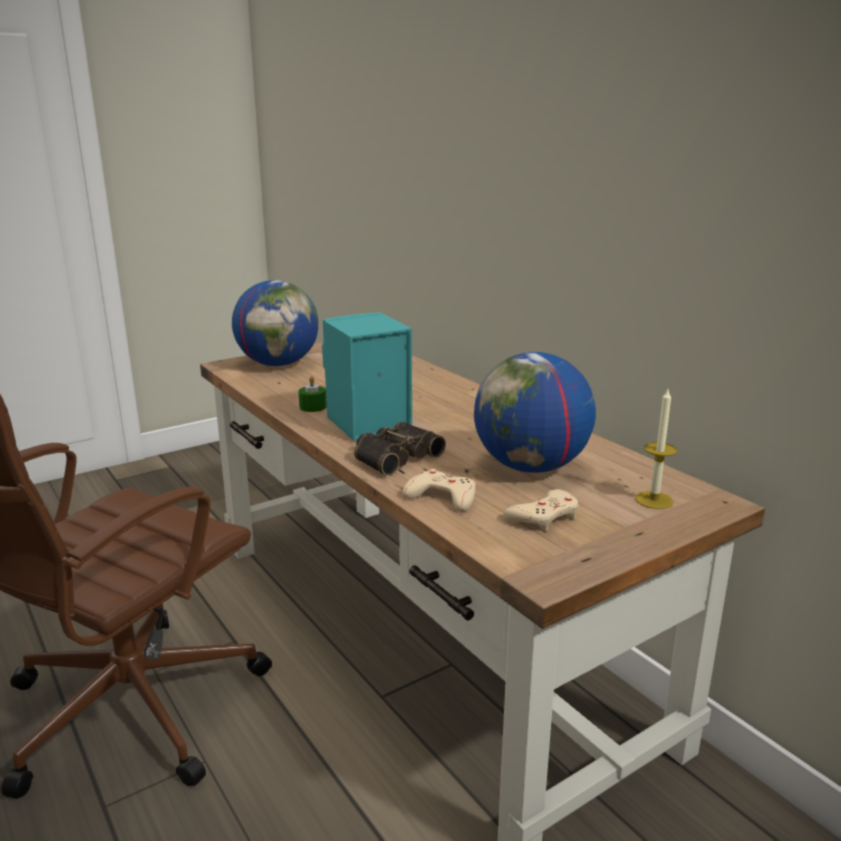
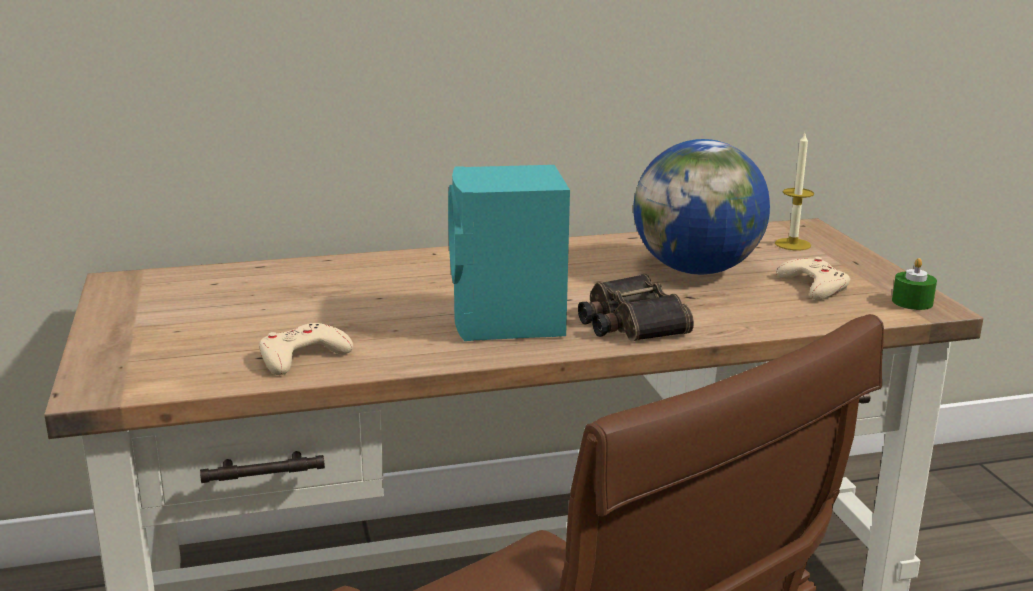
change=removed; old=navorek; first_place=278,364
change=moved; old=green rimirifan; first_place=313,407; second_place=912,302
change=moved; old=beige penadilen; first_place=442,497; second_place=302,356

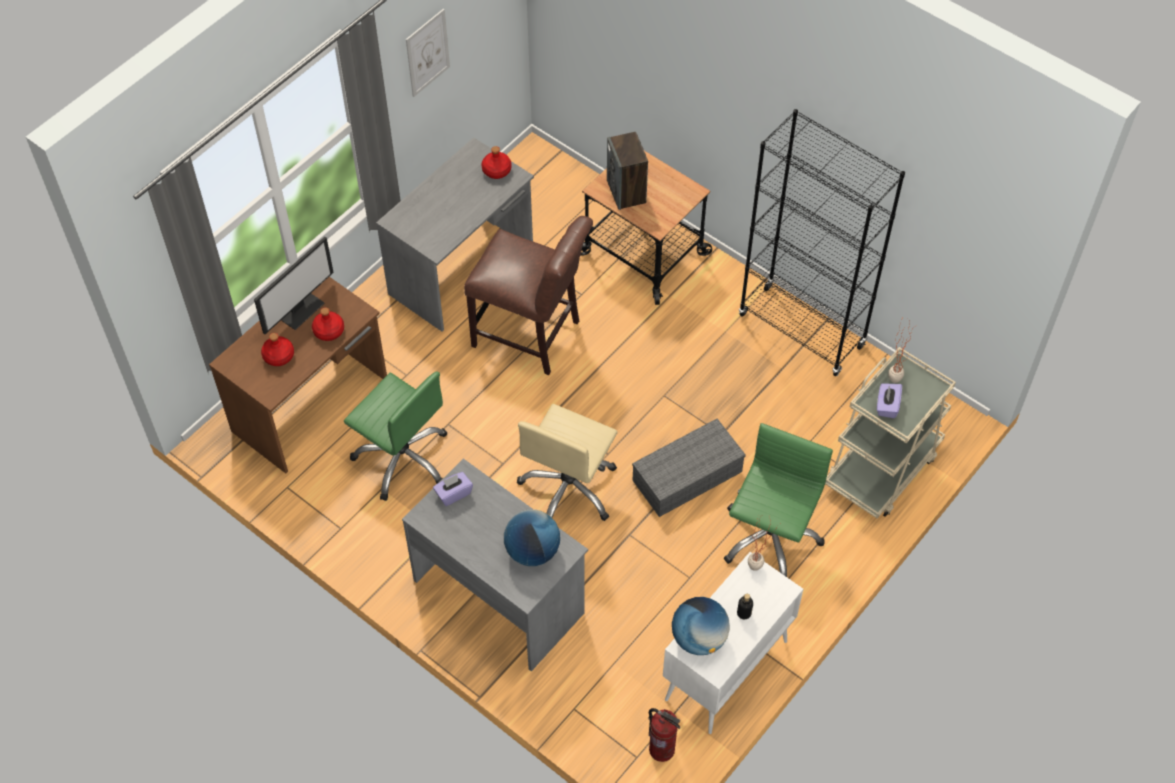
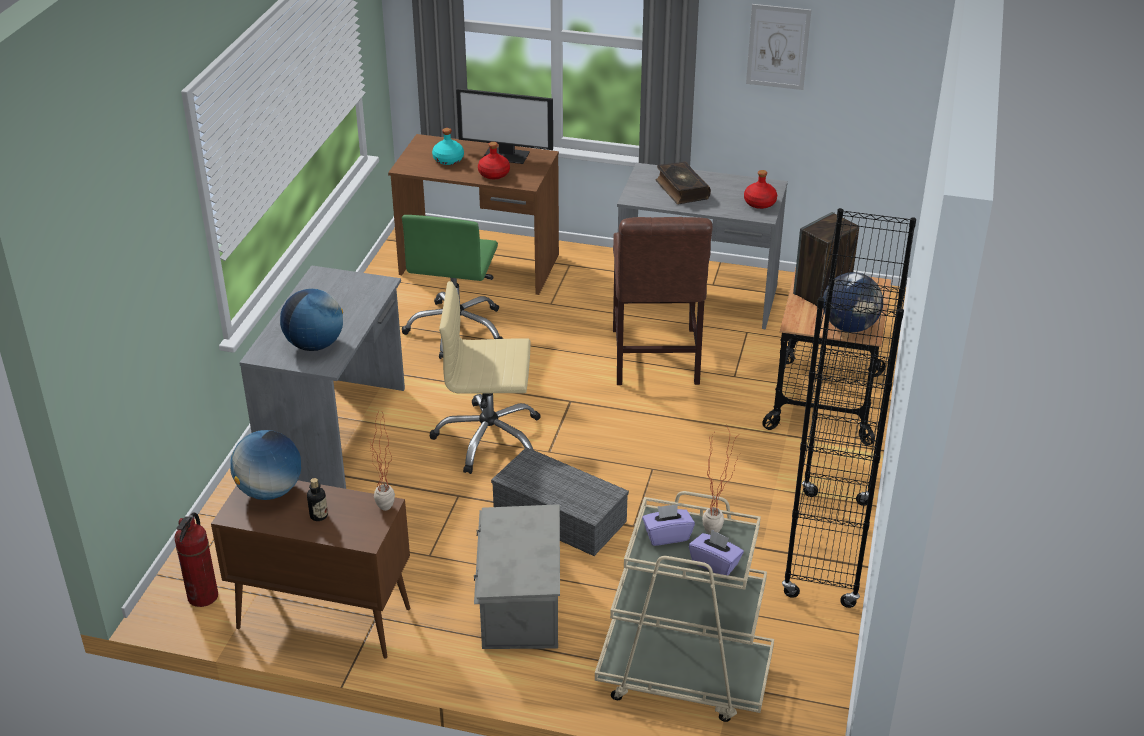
change=recoloured; old=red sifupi; new=turquoise sifupi; first_place=279,356; second_place=448,160
change=replaced; old=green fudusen; new=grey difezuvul; first_place=769,538; second_place=519,604
change=moved; old=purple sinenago; first_place=453,494; second_place=715,564
change=recoloured; old=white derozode; new=brown derozode; first_place=725,671; second_place=322,618
change=added; new=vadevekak; second_place=681,190
change=added; new=navorek; second_place=849,327

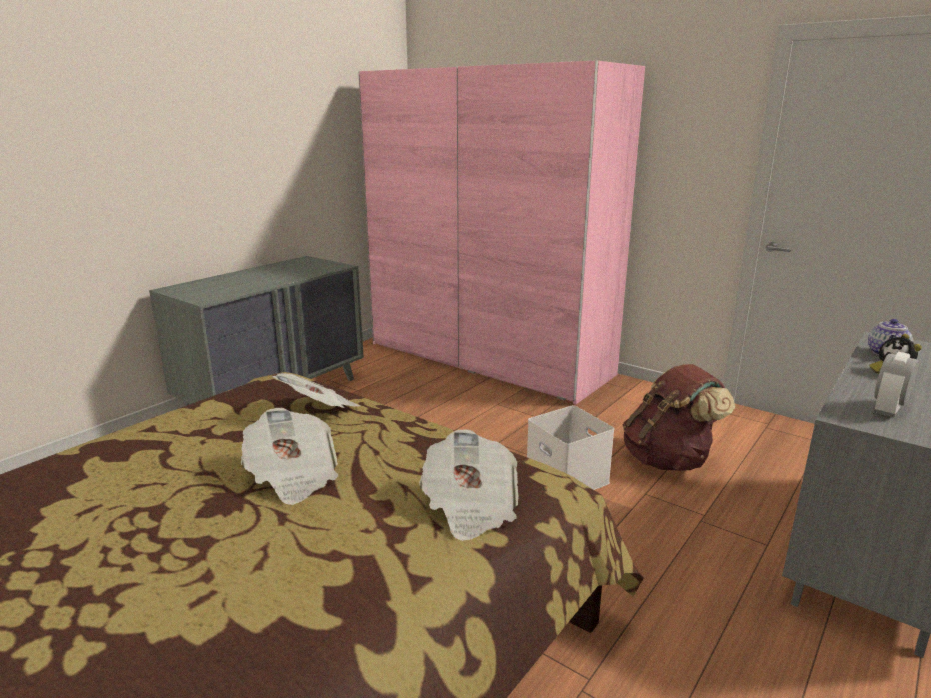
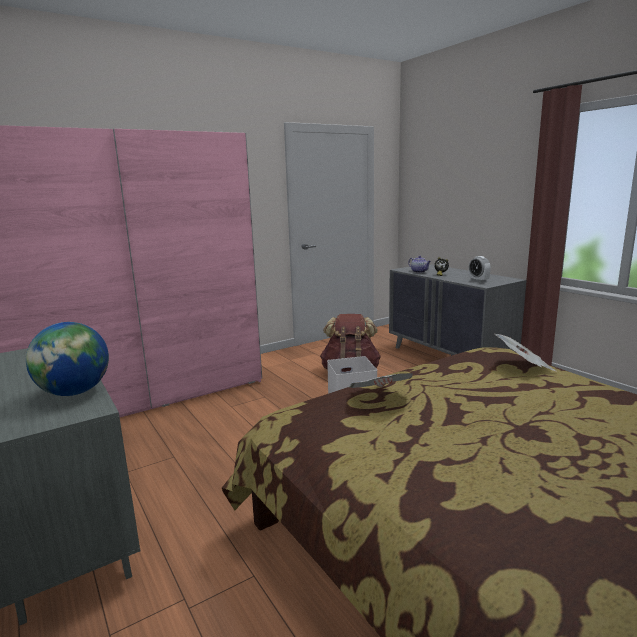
change=removed; old=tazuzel; first_place=292,477
change=added; new=navorek; second_place=75,392

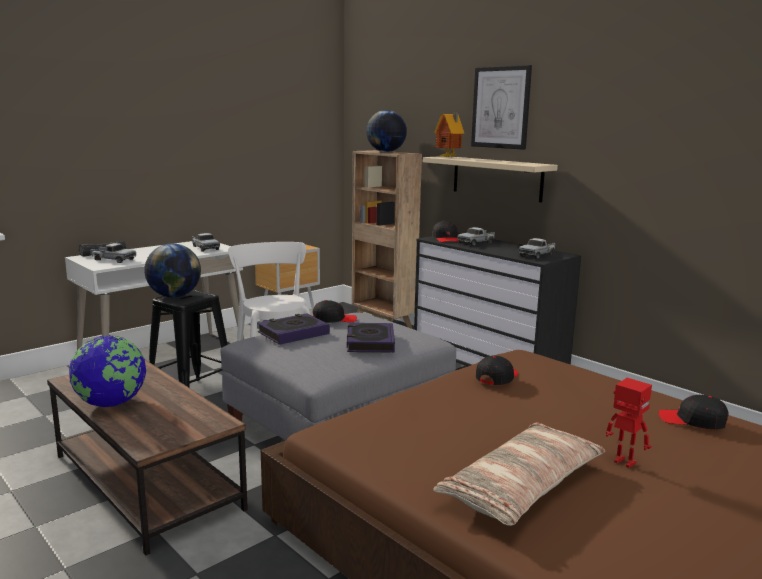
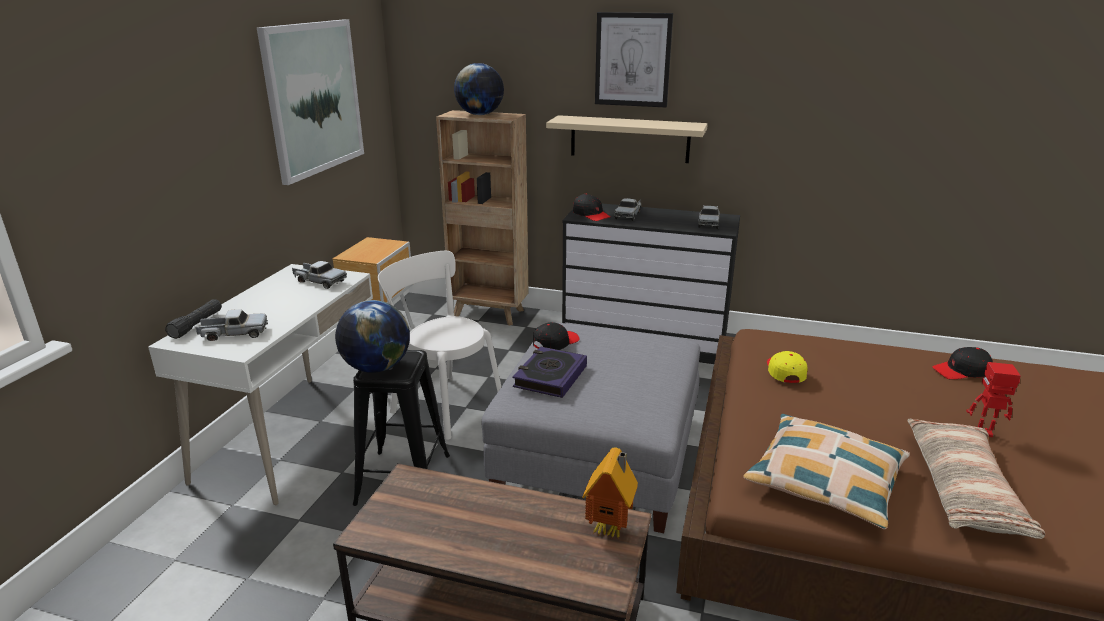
change=moved; old=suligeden; first_place=449,157; second_place=611,528
change=removed; old=vadevekak; first_place=370,342
change=removed; old=navorek; first_place=111,404
change=recoloured; old=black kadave; new=yellow kadave; first_place=497,377; second_place=784,371
change=added; new=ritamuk; second_place=314,98
change=added; new=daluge; second_place=825,480

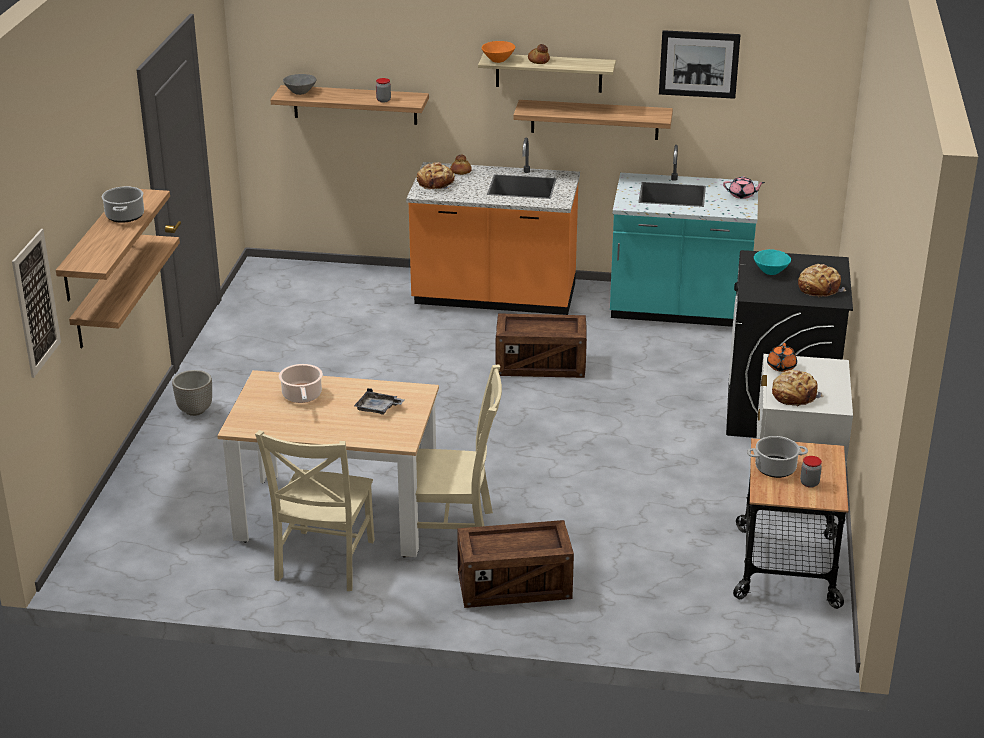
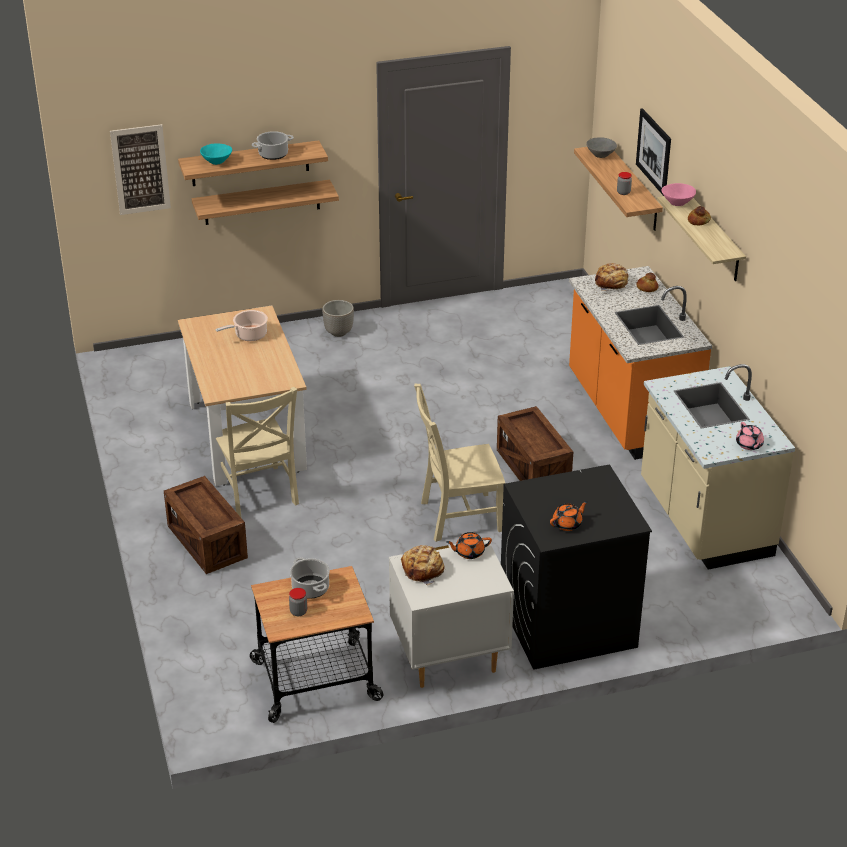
change=moved; old=ritamuk; first_place=699,64; second_place=654,151
change=recoloured; old=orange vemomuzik; new=pink vemomuzik; first_place=497,60; second_place=677,203
change=removed; old=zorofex; first_place=594,119
change=recoloured; old=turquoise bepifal; new=beige bepifal; first_place=679,310; second_place=703,520
change=moved; old=turquoise vemomuzik; first_place=771,271; second_place=217,162
change=replaced; old=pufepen; new=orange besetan; first_place=819,288; second_place=567,524
change=removed; old=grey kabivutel; first_place=378,408
change=moved; old=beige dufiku; first_place=323,563; second_place=457,517

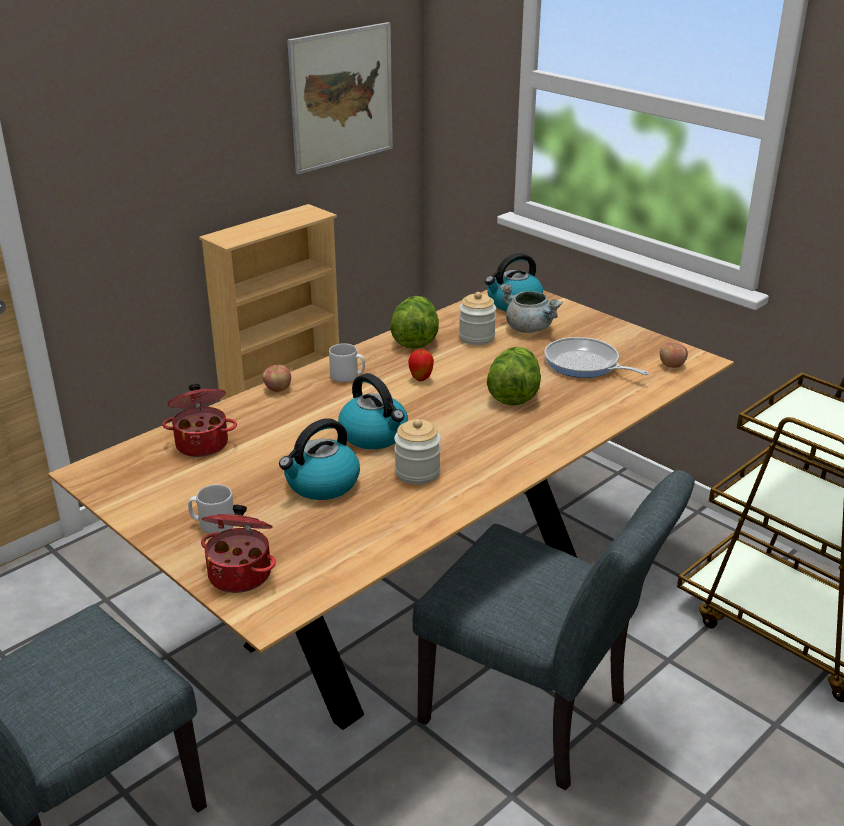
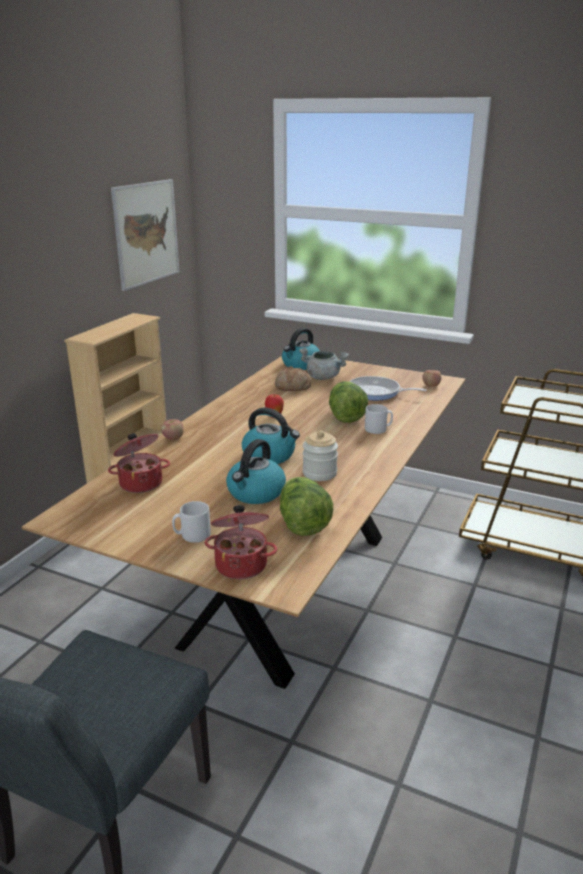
change=replaced; old=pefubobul; new=pufepen; first_place=476,337; second_place=292,387
change=moved; old=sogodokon; first_place=415,339; second_place=302,523
change=moved; old=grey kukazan; first_place=347,376; second_place=378,429
change=removed; old=grey dufiku; first_place=538,717

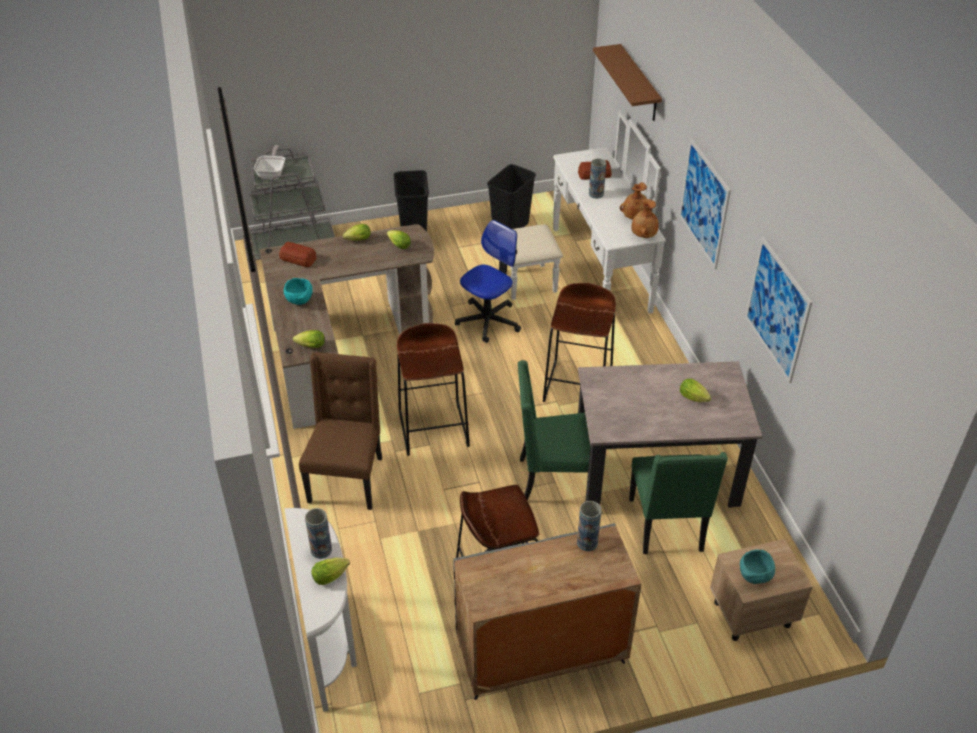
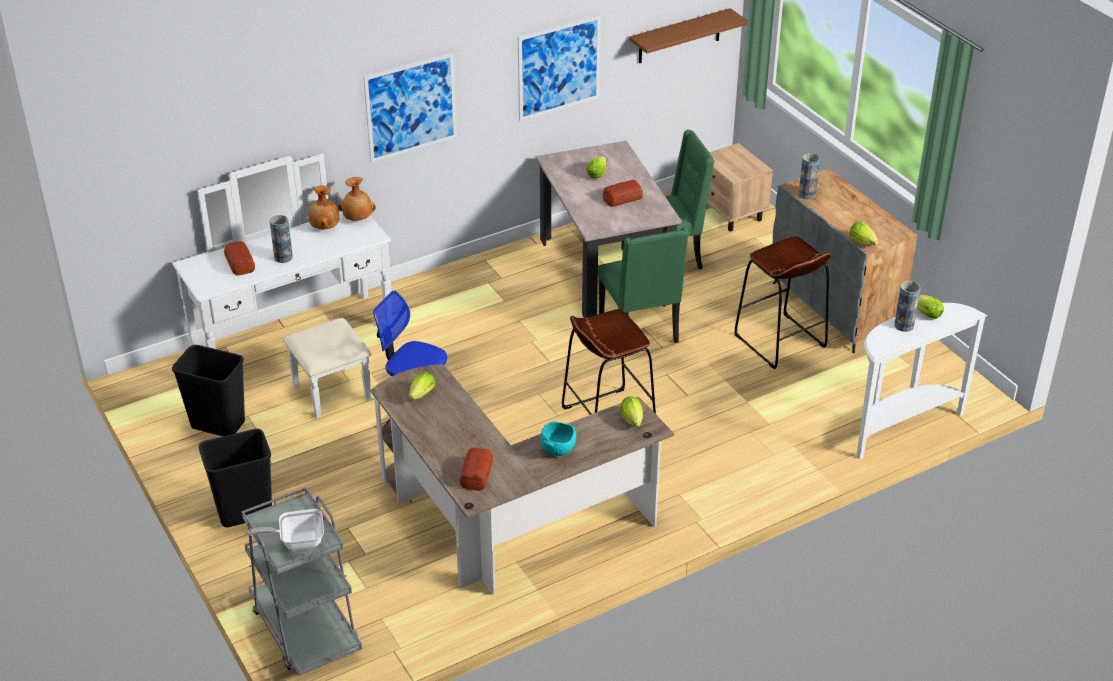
change=moved; old=brown zorofex; first_place=639,84; second_place=679,36
change=moved; old=sogodokon; first_place=357,240; second_place=863,243
change=removed; old=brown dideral; first_place=578,386
change=removed; old=brown dufiku; first_place=347,479
change=removed; old=turquoise vemomuzik; first_place=754,577
change=added; new=pufepen; second_place=622,198

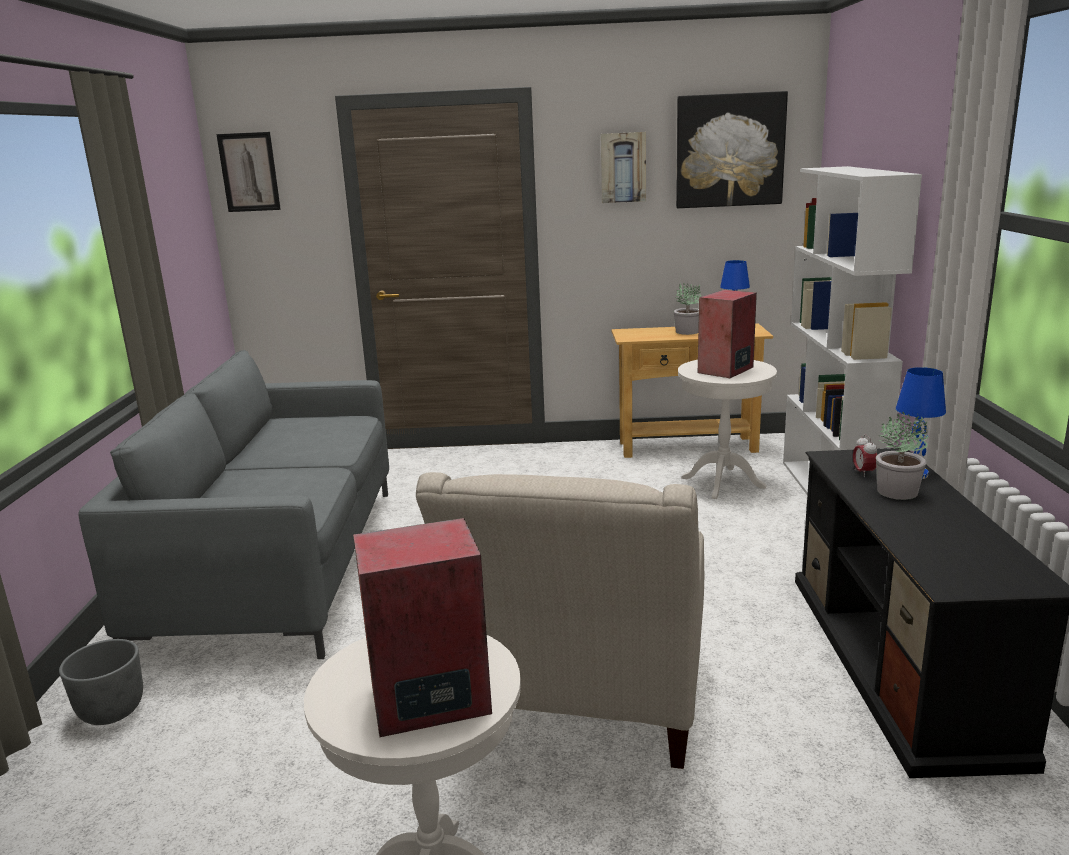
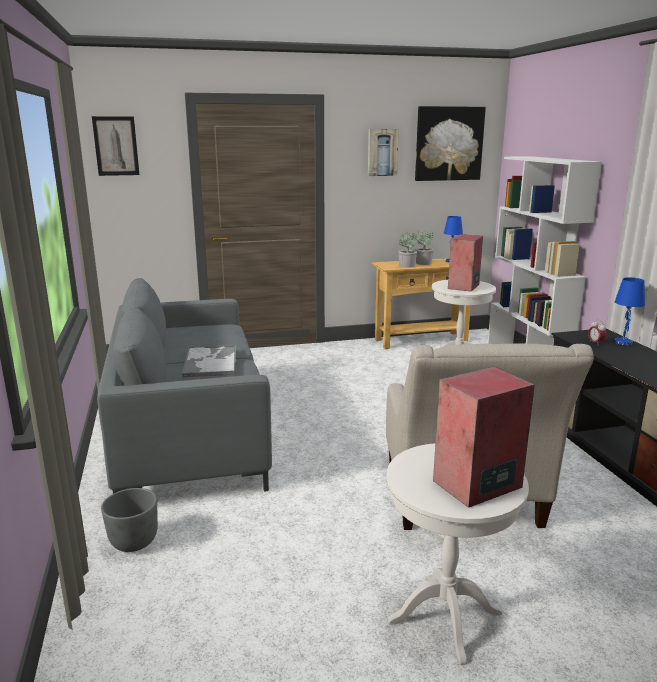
change=moved; old=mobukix; first_place=898,492; second_place=407,265
change=added; new=kabivutel; second_place=210,362

